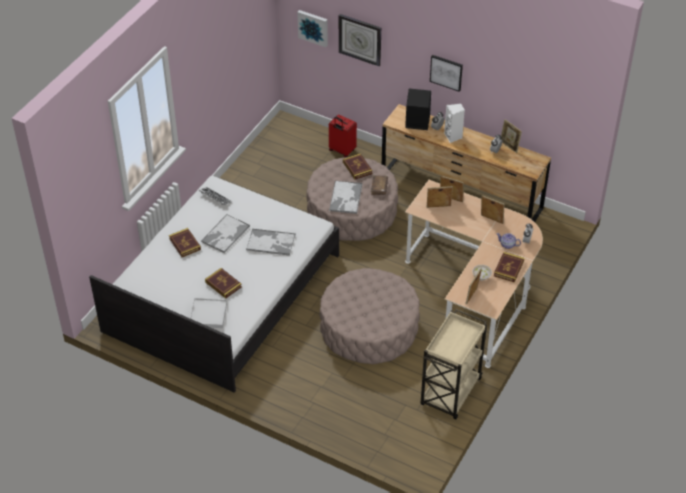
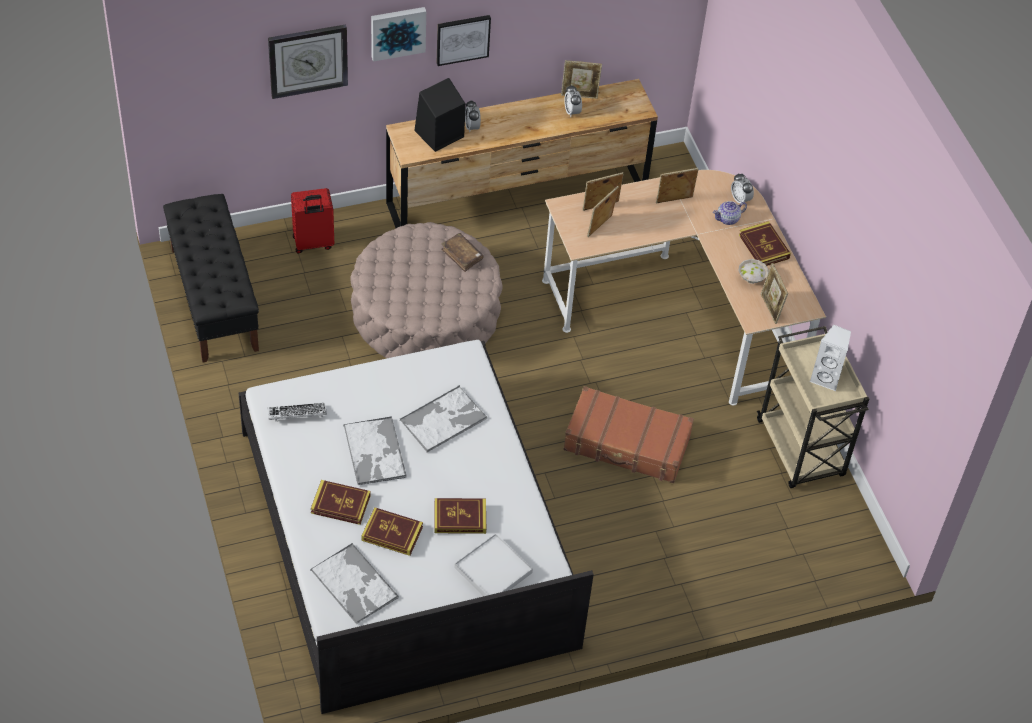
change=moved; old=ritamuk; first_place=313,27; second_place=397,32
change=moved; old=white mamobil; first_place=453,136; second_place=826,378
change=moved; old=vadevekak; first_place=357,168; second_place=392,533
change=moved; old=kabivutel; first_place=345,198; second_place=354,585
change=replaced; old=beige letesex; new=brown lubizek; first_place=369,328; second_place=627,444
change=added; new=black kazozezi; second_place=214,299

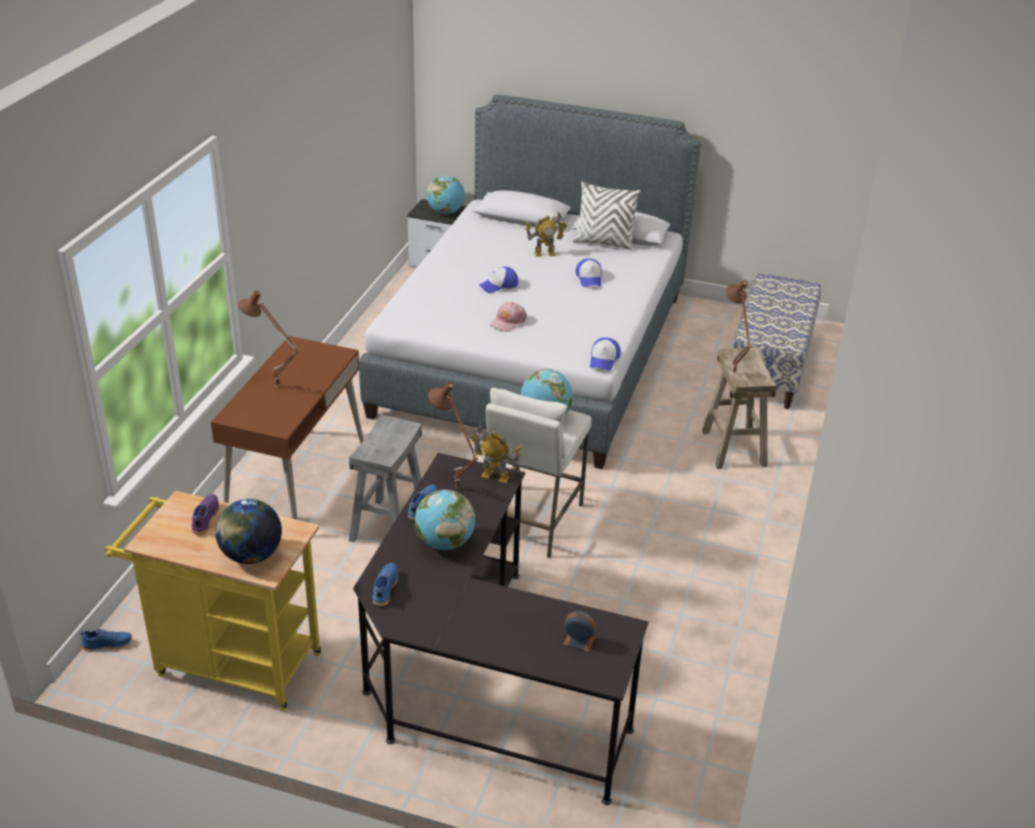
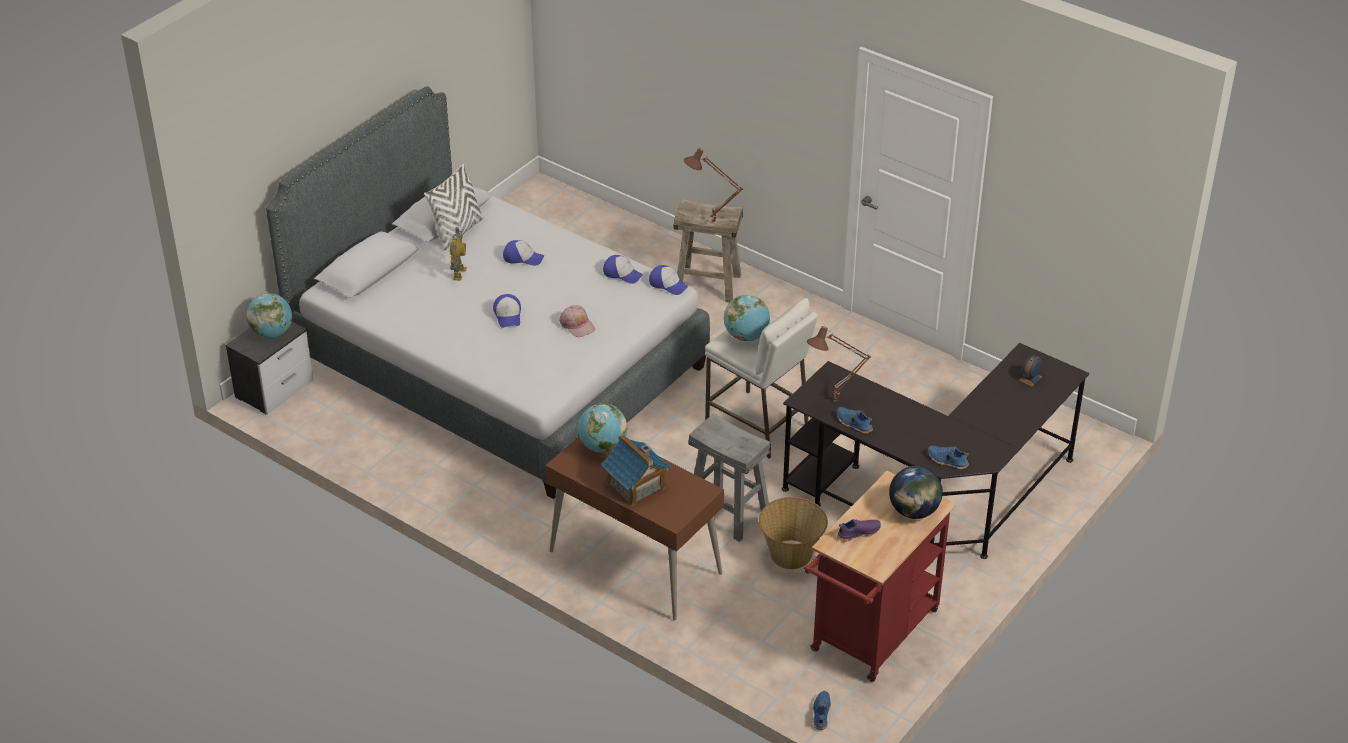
change=removed; old=kazozezi; first_place=770,368
change=replaced; old=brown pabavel; new=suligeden; first_place=275,387; second_place=636,485
change=removed; old=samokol; first_place=495,477
change=moved; old=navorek; first_place=445,543; second_place=602,446
change=recoloured; old=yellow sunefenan; new=red sunefenan; first_place=230,663; second_place=870,637
change=turned; old=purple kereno; first_place=204,519; second_place=858,533; degrees=135
change=added; new=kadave; second_place=622,273
change=added; new=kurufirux; second_place=791,555

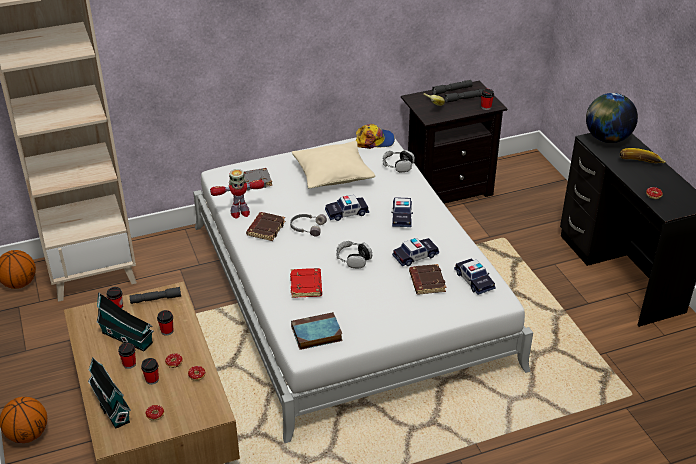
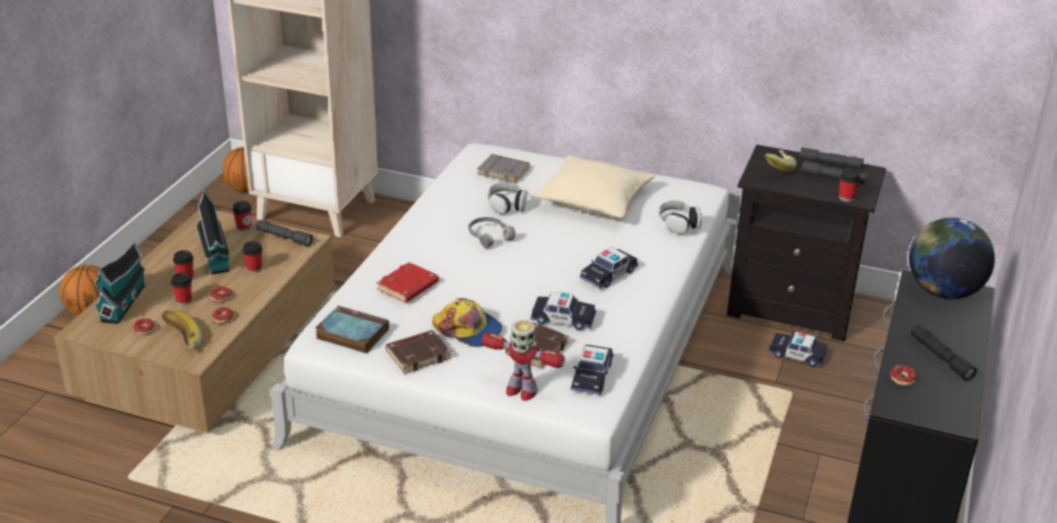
change=moved; old=kadave; first_place=374,140; second_place=468,329
change=moved; old=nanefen; first_place=640,164; second_place=180,339
change=moved; old=samokol; first_place=239,213; second_place=520,390
change=moved; old=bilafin; first_place=346,213; second_place=797,355
change=moved; old=brown vadevekak; first_place=265,228; second_place=418,355
change=moved; old=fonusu; first_place=353,259; second_place=507,205
change=added; new=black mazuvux; second_place=941,358

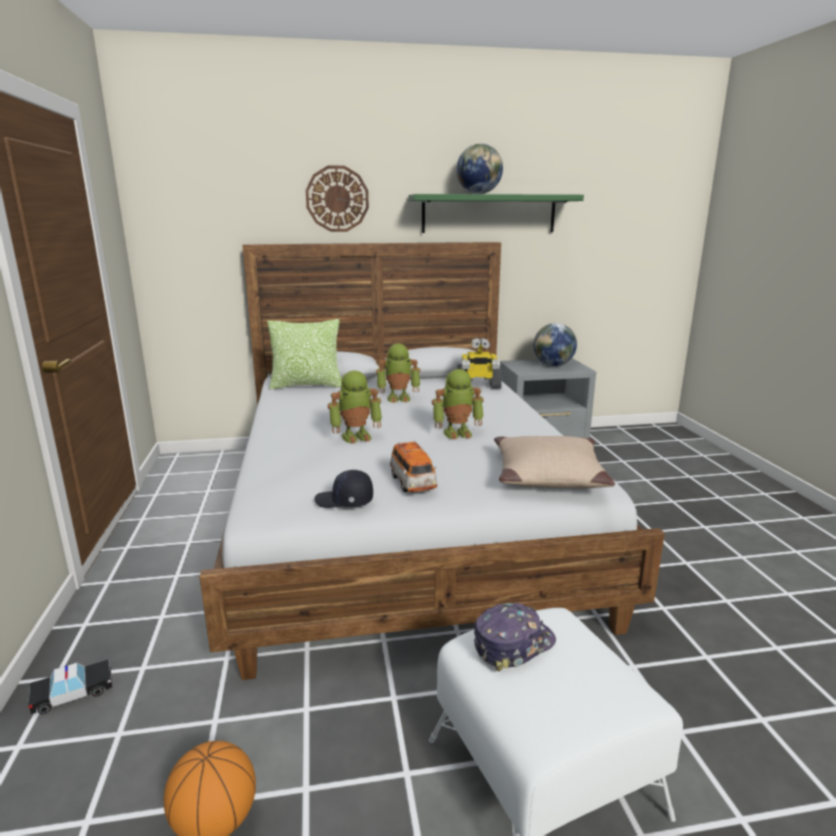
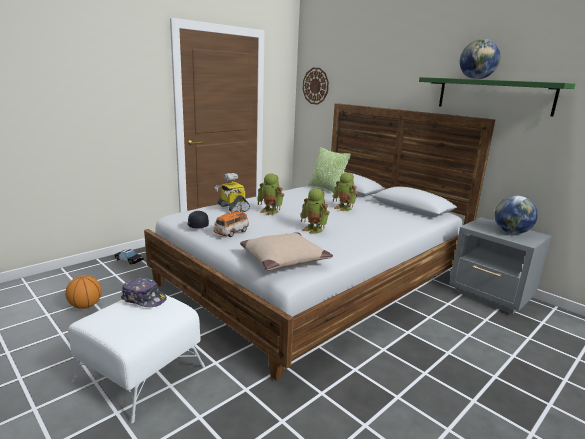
change=moved; old=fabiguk; first_place=337,199; second_place=315,86
change=moved; old=samokol; first_place=478,386; second_place=232,208

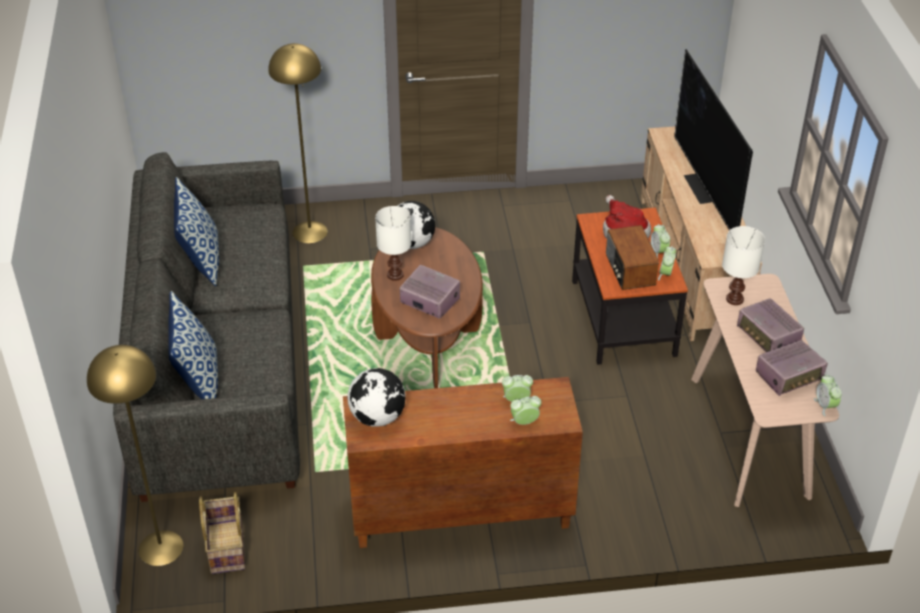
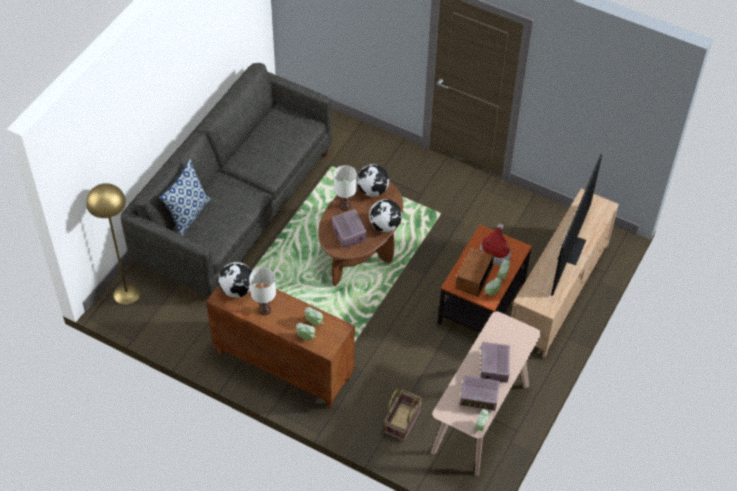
change=removed; old=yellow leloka; first_place=310,232
change=removed; old=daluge; first_place=201,260
change=moved; old=white pabavel; first_place=734,299; second_place=265,310
change=moved; old=kurufirux; first_place=225,547; second_place=402,421
change=added; new=navorek; second_place=385,226

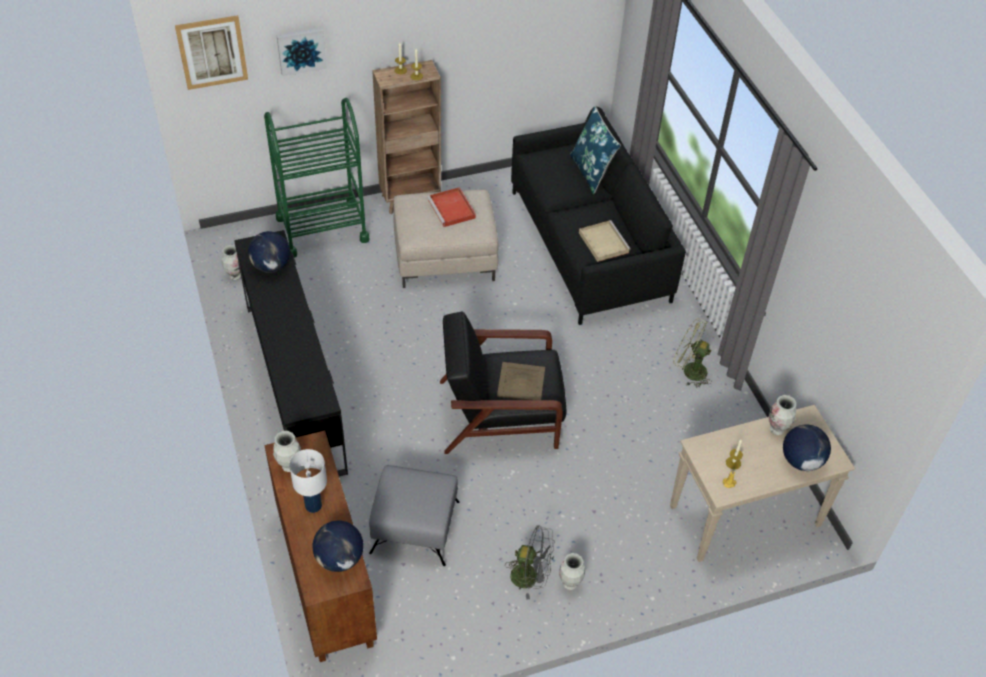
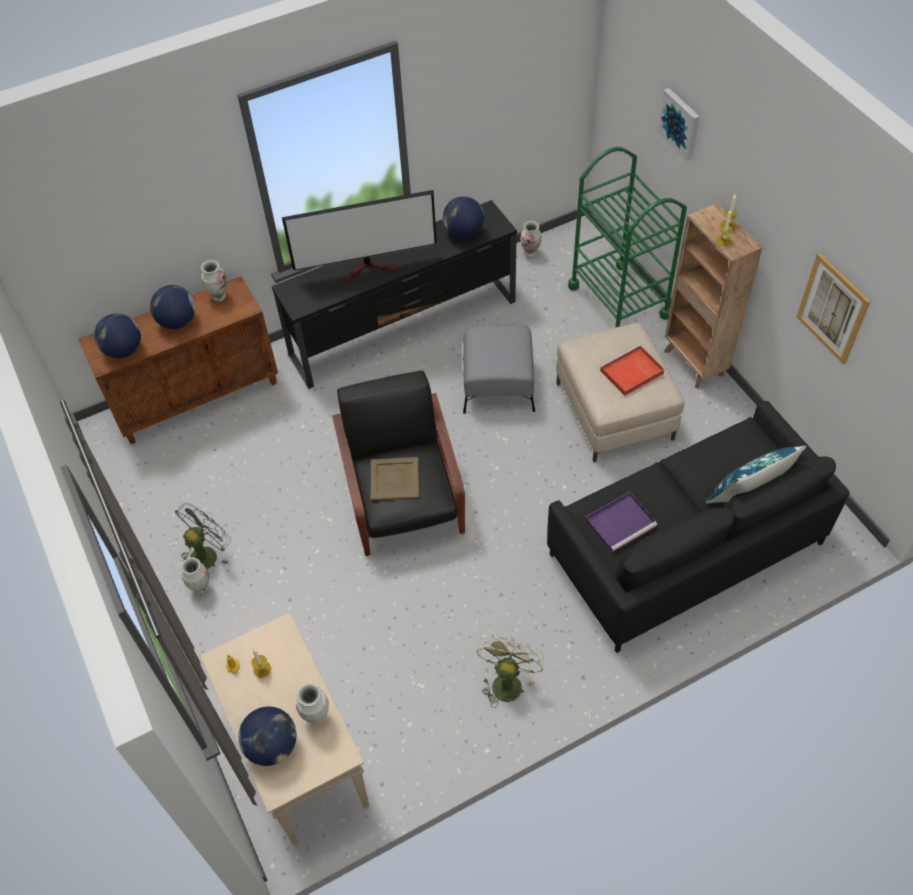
change=moved; old=ritamuk; first_place=212,52; second_place=832,309
change=recoloured; old=beige kabivutel; new=purple kabivutel; first_place=603,242; second_place=621,522
change=replaced; old=white pabavel; new=navorek; first_place=313,506; second_place=178,322
change=moved; old=grey letesex; first_place=414,526; second_place=498,384
change=turned; old=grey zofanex; first_place=530,577; second_place=207,553; degrees=-150
change=added; new=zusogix; second_place=370,268

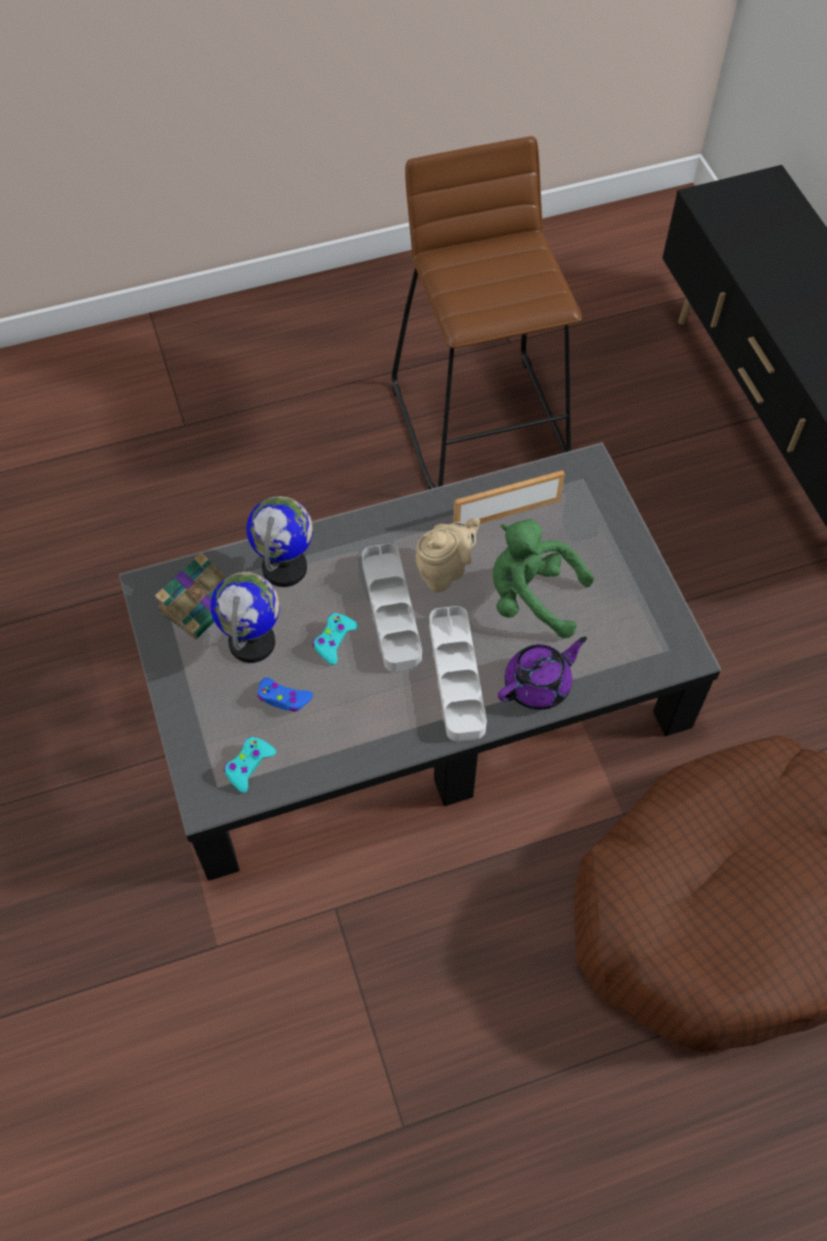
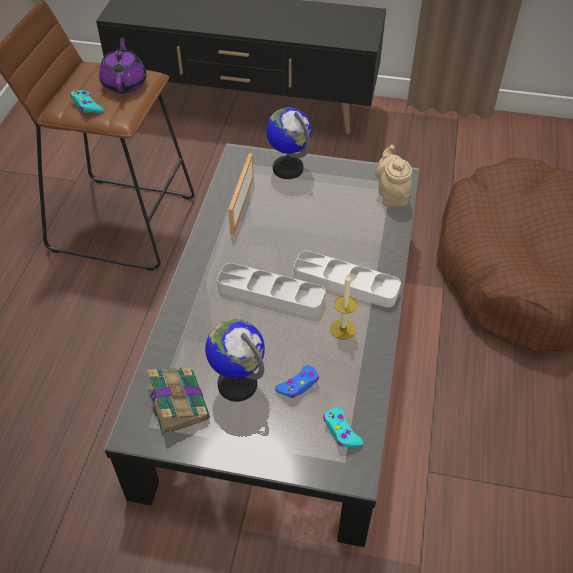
change=moved; old=navorek; first_place=285,568; second_place=288,168
change=moved; old=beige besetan; first_place=445,570; second_place=391,195
change=removed; old=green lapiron; first_place=531,597
change=moved; old=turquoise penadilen; first_place=334,641; second_place=87,106
change=moved; old=purple besetan; first_place=538,684; second_place=125,83
change=added; new=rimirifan; second_place=343,329

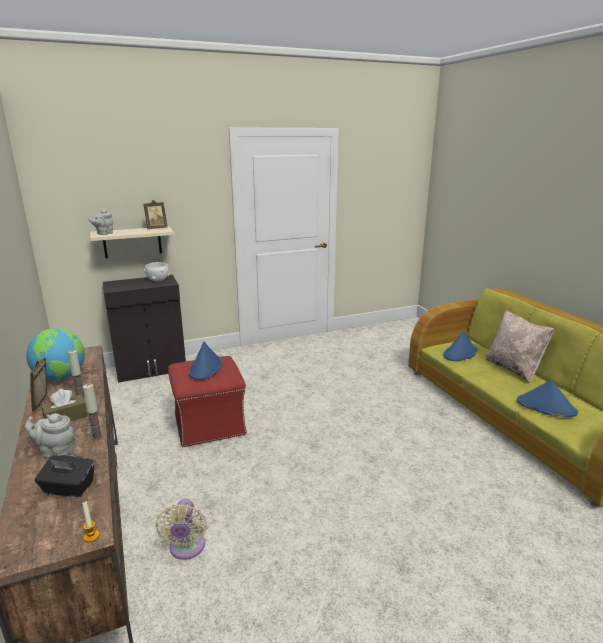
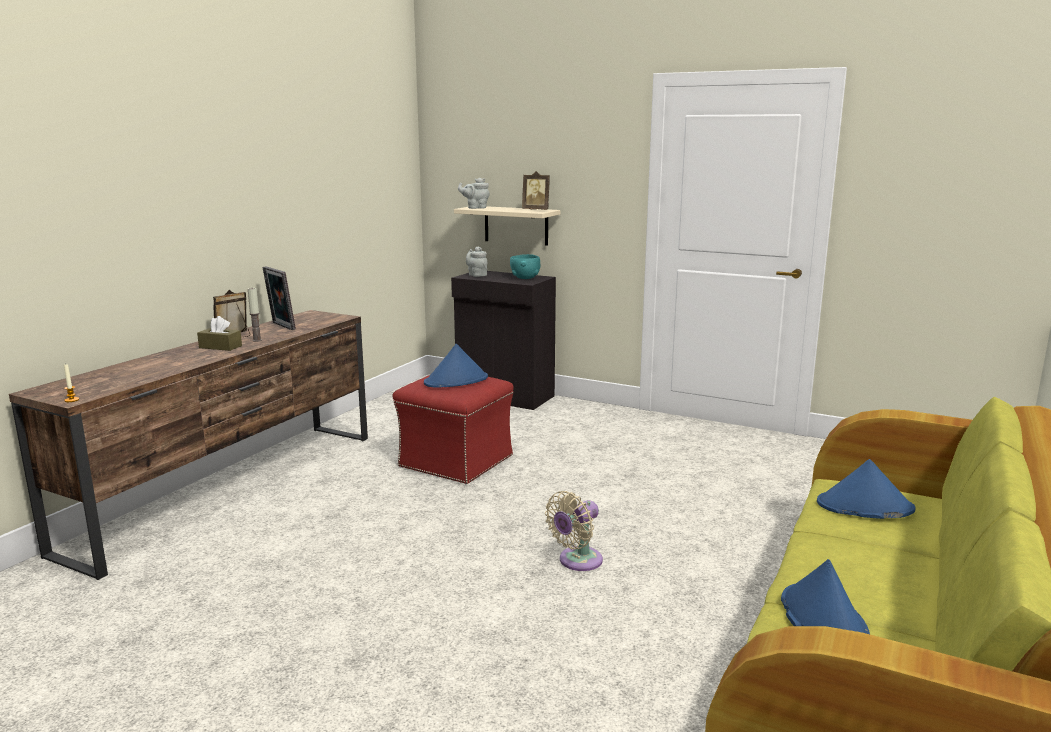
change=recoloured; old=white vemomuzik; new=turquoise vemomuzik; first_place=158,280; second_place=525,278
change=removed; old=beige daluge; first_place=513,368
change=replaced; old=navorek; new=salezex; first_place=61,378; second_place=281,326
change=removed; old=rimirifan; first_place=97,437
change=moved; old=grey besetan; first_place=56,451; second_place=476,275
change=removed; old=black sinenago; first_place=68,488
change=moved; old=beige zofanex; first_place=186,548; second_place=577,561

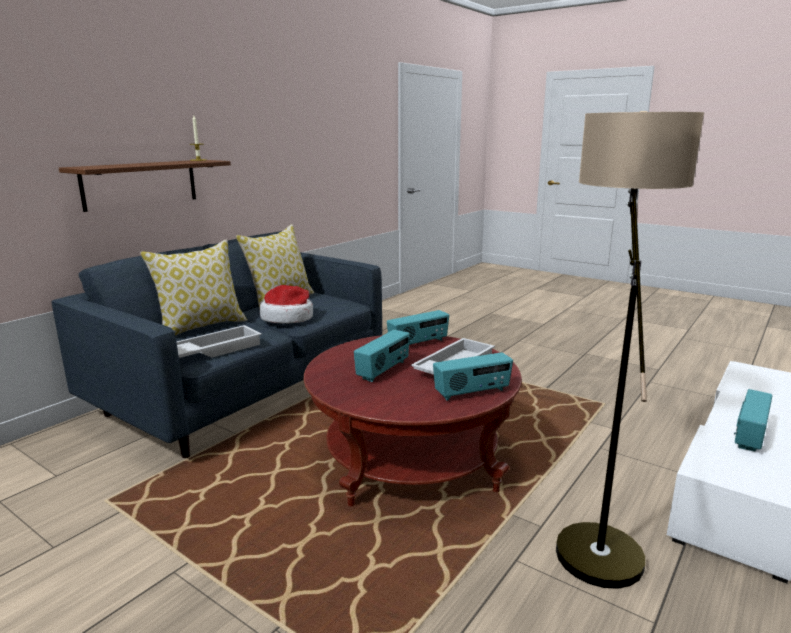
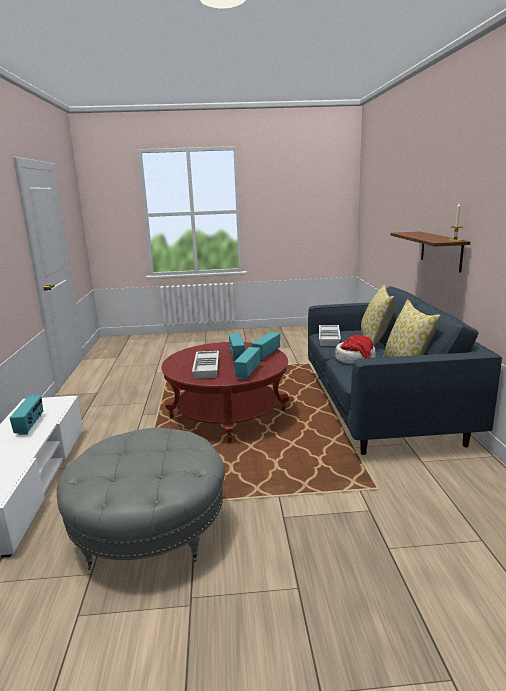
change=removed; old=leloka; first_place=596,534
change=moved; old=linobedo; first_place=472,393; second_place=266,354
change=added; new=grey letesex; second_place=149,529

